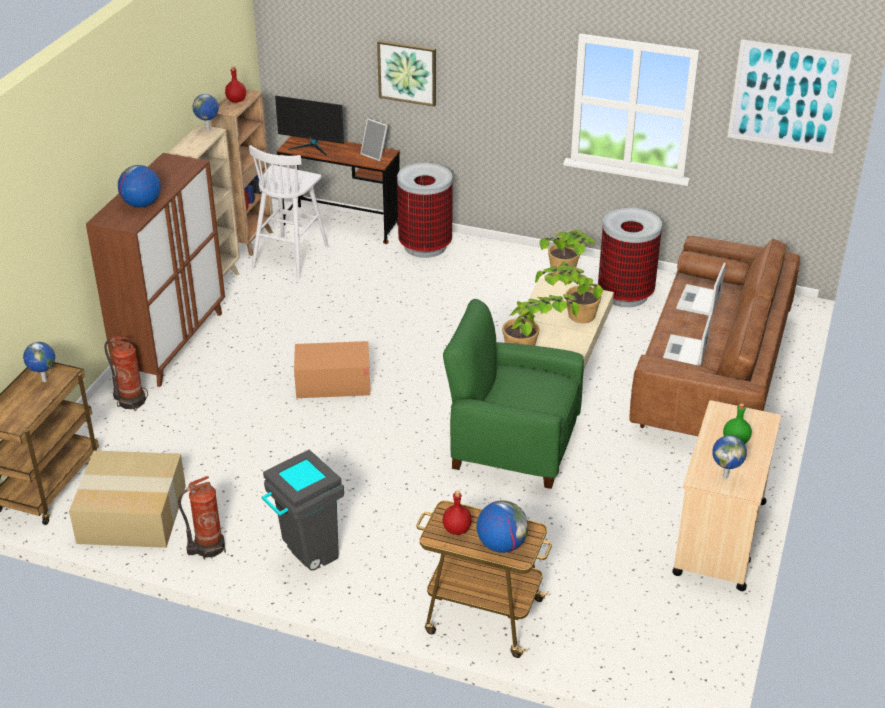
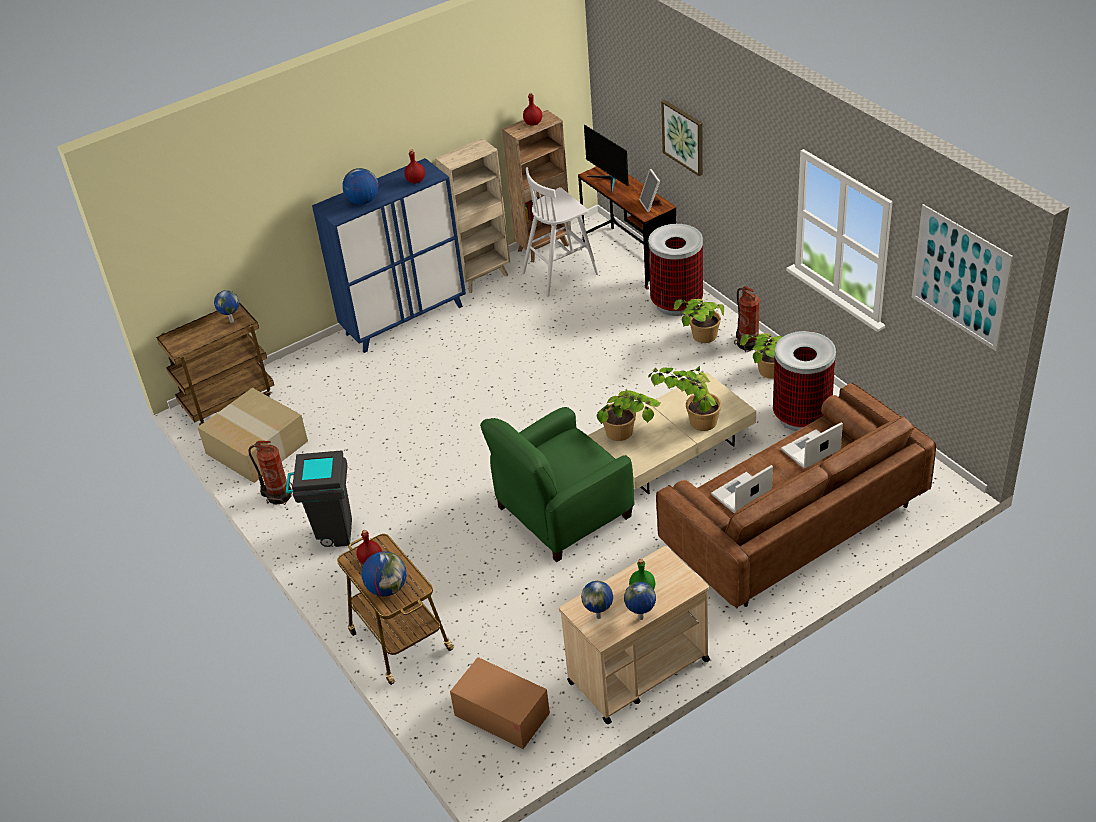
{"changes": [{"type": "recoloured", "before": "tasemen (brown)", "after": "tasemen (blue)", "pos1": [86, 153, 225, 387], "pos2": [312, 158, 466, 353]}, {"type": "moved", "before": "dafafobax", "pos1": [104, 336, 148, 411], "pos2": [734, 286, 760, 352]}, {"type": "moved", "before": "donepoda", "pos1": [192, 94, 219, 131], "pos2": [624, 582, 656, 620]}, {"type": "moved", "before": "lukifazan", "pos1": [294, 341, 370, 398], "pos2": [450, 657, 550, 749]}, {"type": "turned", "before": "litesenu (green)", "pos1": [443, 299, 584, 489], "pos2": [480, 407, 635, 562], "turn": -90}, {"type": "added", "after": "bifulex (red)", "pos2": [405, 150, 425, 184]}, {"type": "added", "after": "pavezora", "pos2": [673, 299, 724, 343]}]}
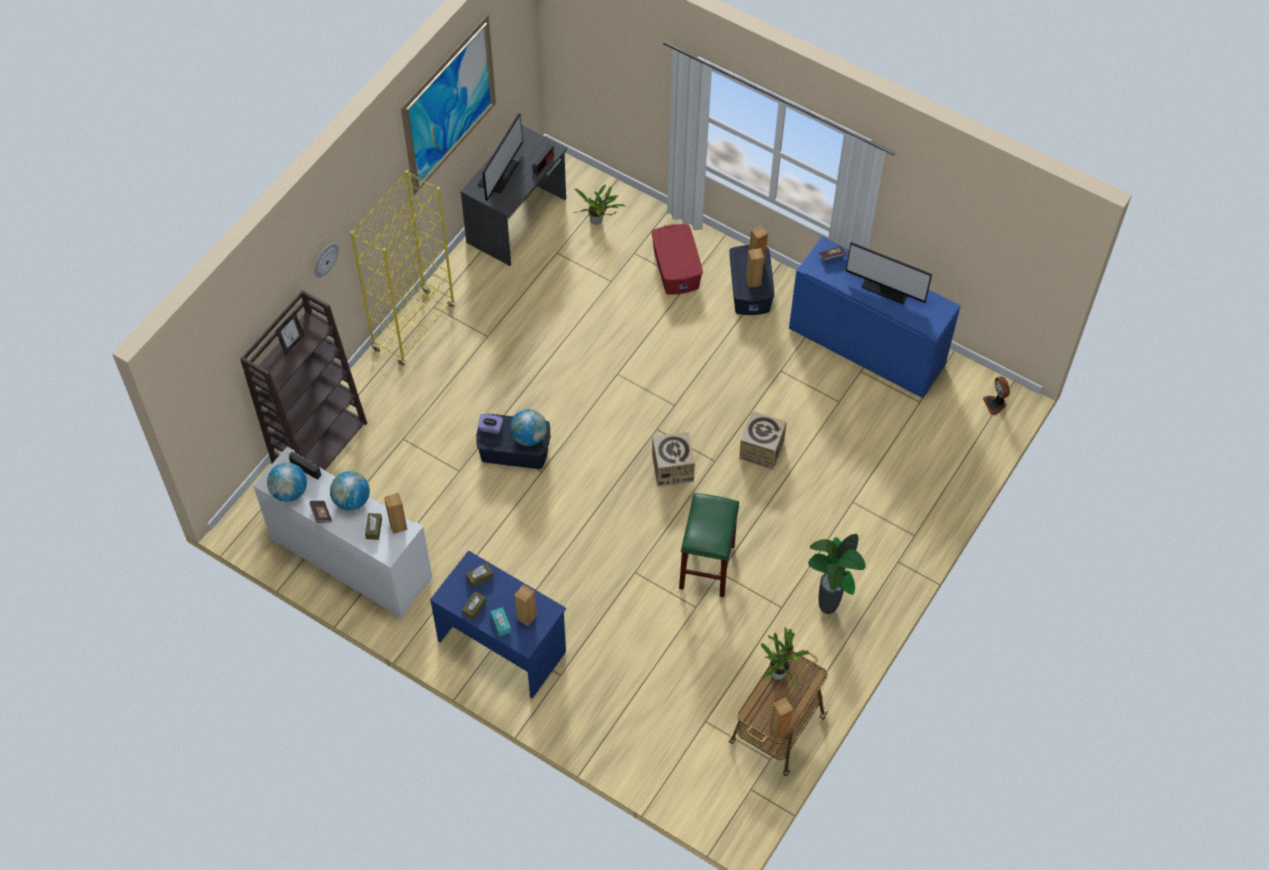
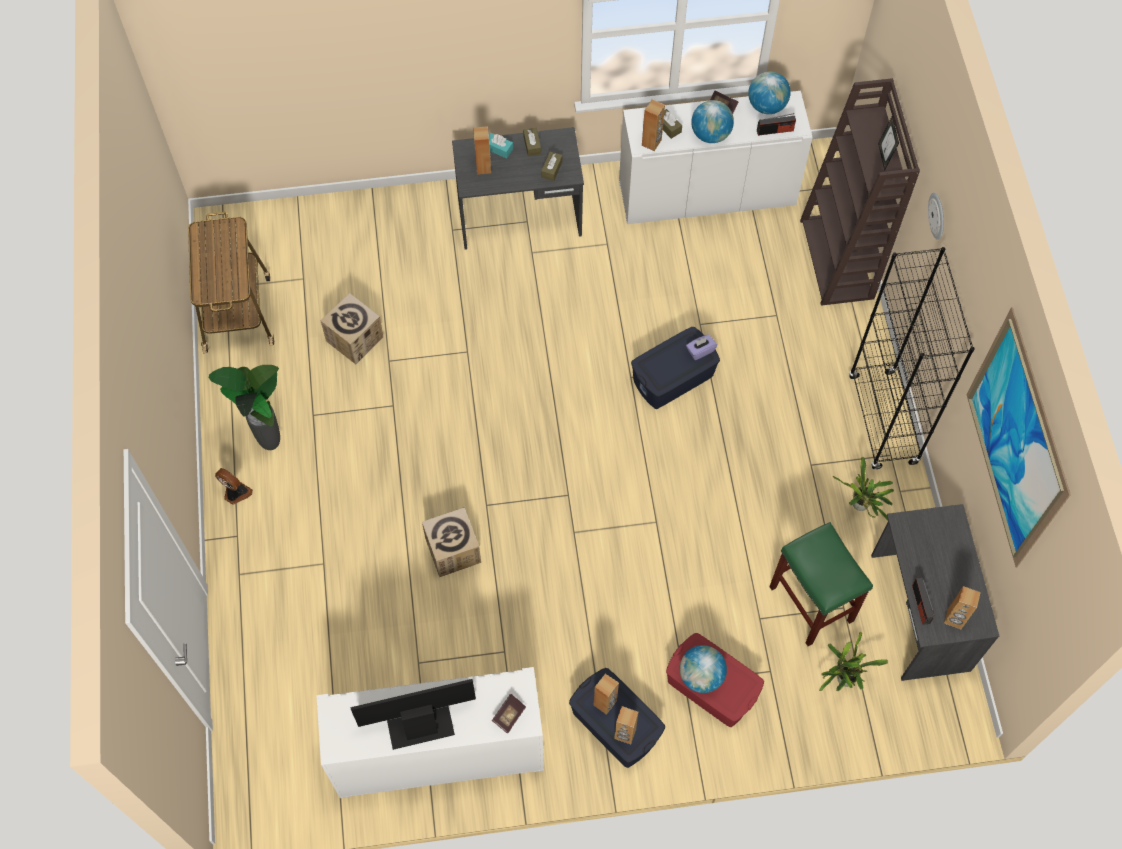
{"changes": [{"type": "recoloured", "before": "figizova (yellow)", "after": "figizova (black)", "pos1": [350, 170, 455, 366], "pos2": [849, 247, 975, 470]}, {"type": "recoloured", "before": "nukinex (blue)", "after": "nukinex (grey)", "pos1": [430, 550, 566, 698], "pos2": [452, 127, 584, 250]}, {"type": "removed", "before": "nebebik", "pos1": [478, 113, 523, 201]}, {"type": "moved", "before": "donepoda", "pos1": [510, 409, 547, 446], "pos2": [680, 645, 727, 693]}, {"type": "moved", "before": "lukifazan", "pos1": [652, 432, 695, 487], "pos2": [320, 293, 383, 364]}, {"type": "moved", "before": "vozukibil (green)", "pos1": [679, 493, 739, 597], "pos2": [769, 522, 873, 646]}, {"type": "moved", "before": "pavezora", "pos1": [761, 627, 809, 687], "pos2": [833, 457, 894, 520]}, {"type": "moved", "before": "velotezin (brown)", "pos1": [769, 697, 793, 738], "pos2": [944, 586, 981, 629]}, {"type": "recoloured", "before": "tasemen (blue)", "after": "tasemen (white)", "pos1": [789, 236, 961, 398], "pos2": [316, 667, 544, 798]}, {"type": "moved", "before": "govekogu", "pos1": [983, 376, 1010, 415], "pos2": [215, 468, 253, 505]}]}
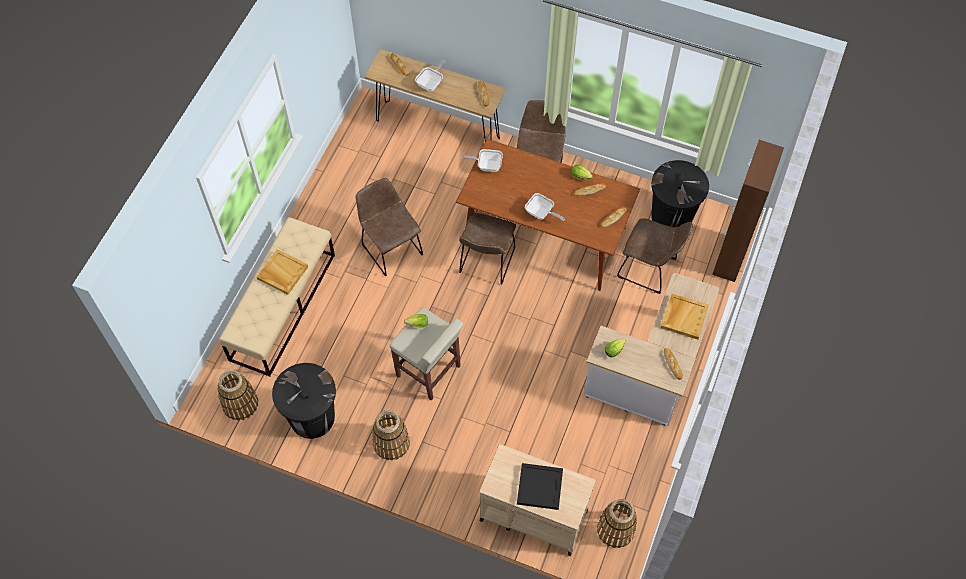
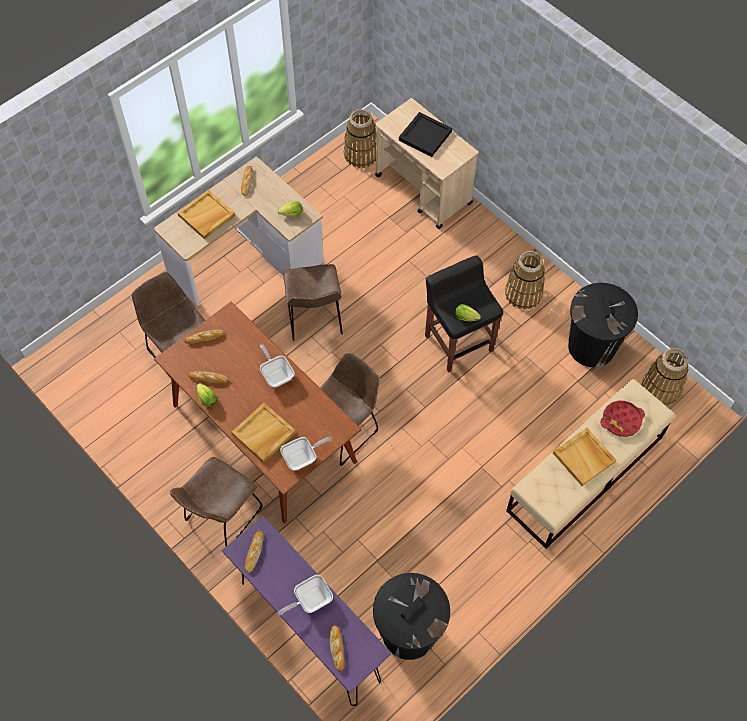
{"changes": [{"type": "moved", "before": "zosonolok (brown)", "pos1": [355, 178, 423, 277], "pos2": [283, 264, 343, 341]}, {"type": "recoloured", "before": "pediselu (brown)", "after": "pediselu (purple)", "pos1": [365, 49, 506, 141], "pos2": [222, 516, 392, 706]}, {"type": "recoloured", "before": "vozukibil (beige)", "after": "vozukibil (black)", "pos1": [390, 307, 463, 401], "pos2": [425, 255, 503, 373]}, {"type": "turned", "before": "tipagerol", "pos1": [461, 149, 503, 172], "pos2": [280, 436, 332, 471], "turn": -60}, {"type": "moved", "before": "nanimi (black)", "pos1": [651, 160, 709, 227], "pos2": [373, 573, 450, 660]}, {"type": "removed", "before": "tasemen (brown)", "pos1": [712, 140, 784, 282]}, {"type": "added", "after": "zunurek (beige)", "pos2": [232, 403, 296, 463]}, {"type": "added", "after": "zunurek (red)", "pos2": [600, 400, 645, 437]}]}
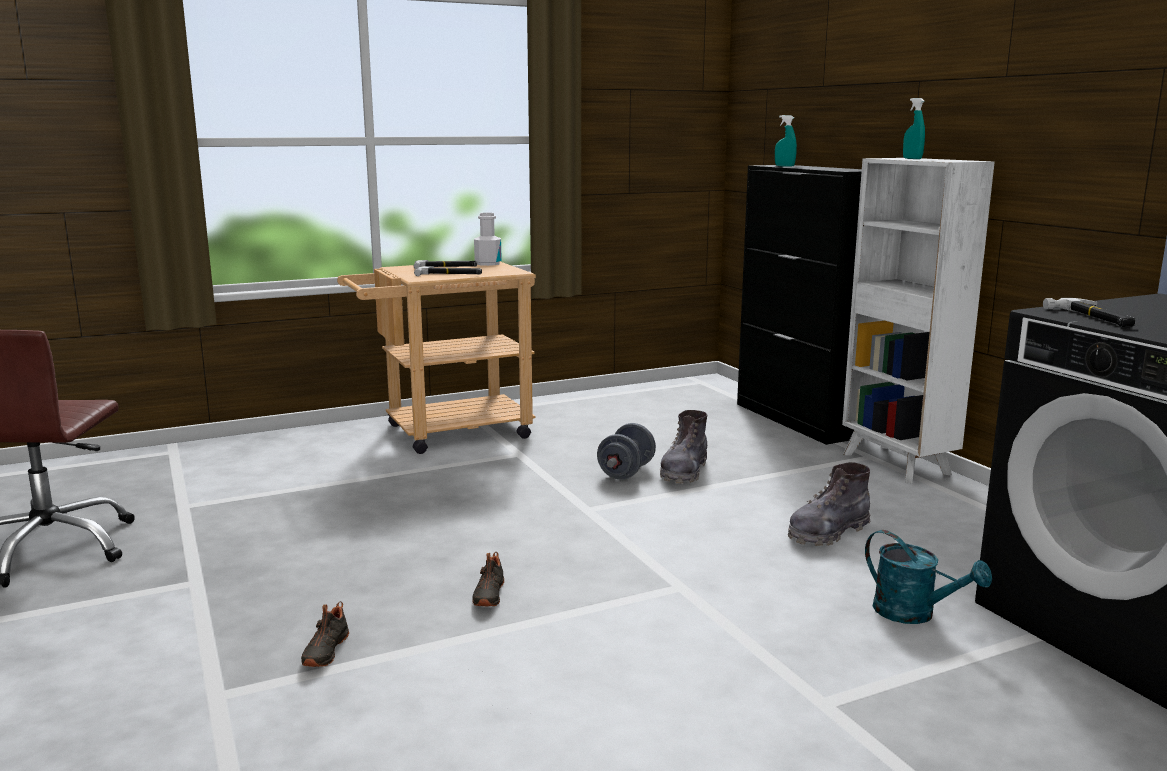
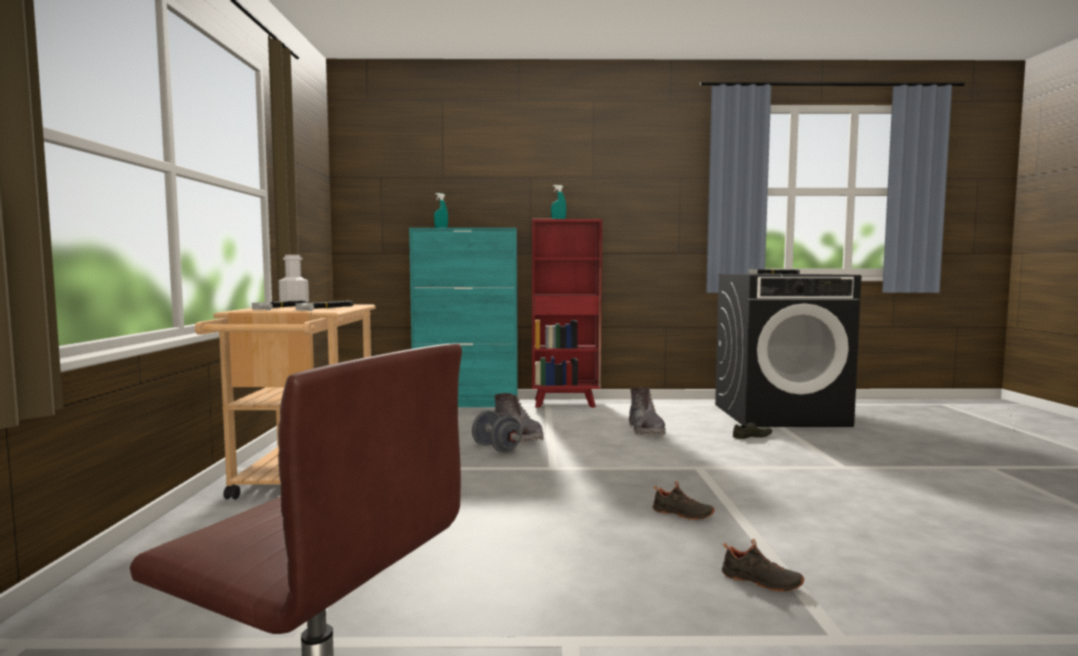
{"changes": [{"type": "recoloured", "before": "tasemen (black)", "after": "tasemen (turquoise)", "pos1": [737, 165, 862, 445], "pos2": [409, 228, 518, 407]}, {"type": "recoloured", "before": "figizova (white)", "after": "figizova (red)", "pos1": [842, 158, 995, 484], "pos2": [532, 219, 602, 408]}, {"type": "replaced", "before": "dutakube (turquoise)", "after": "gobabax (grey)", "pos1": [865, 530, 992, 624], "pos2": [733, 423, 772, 439]}]}
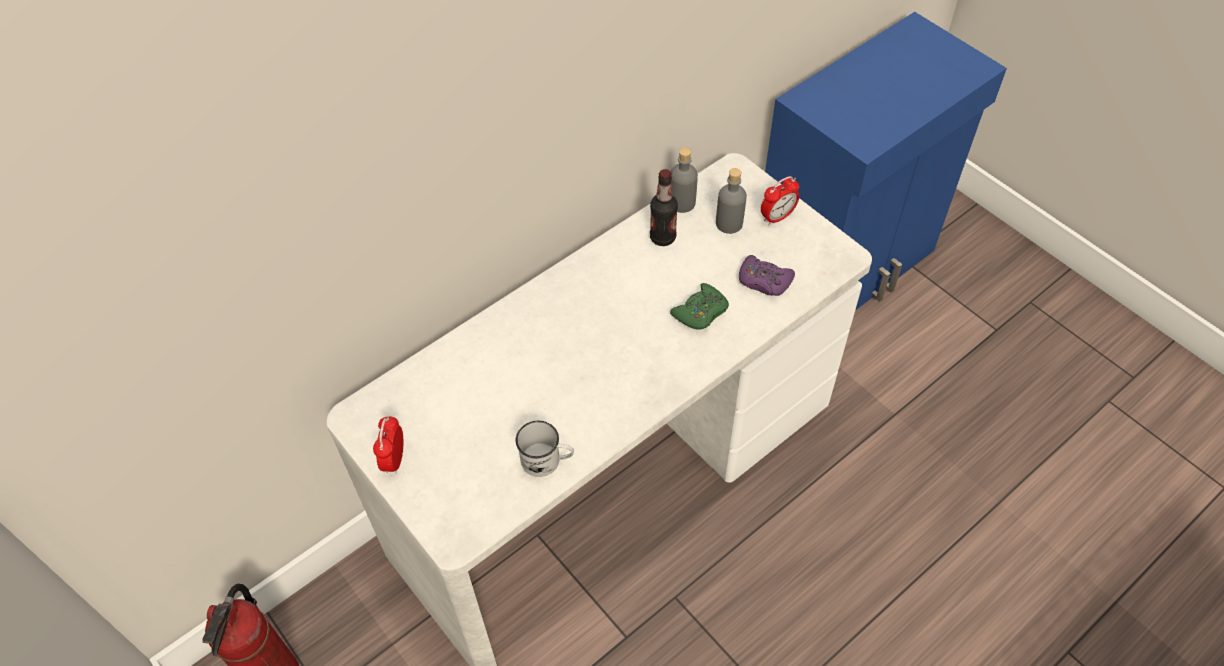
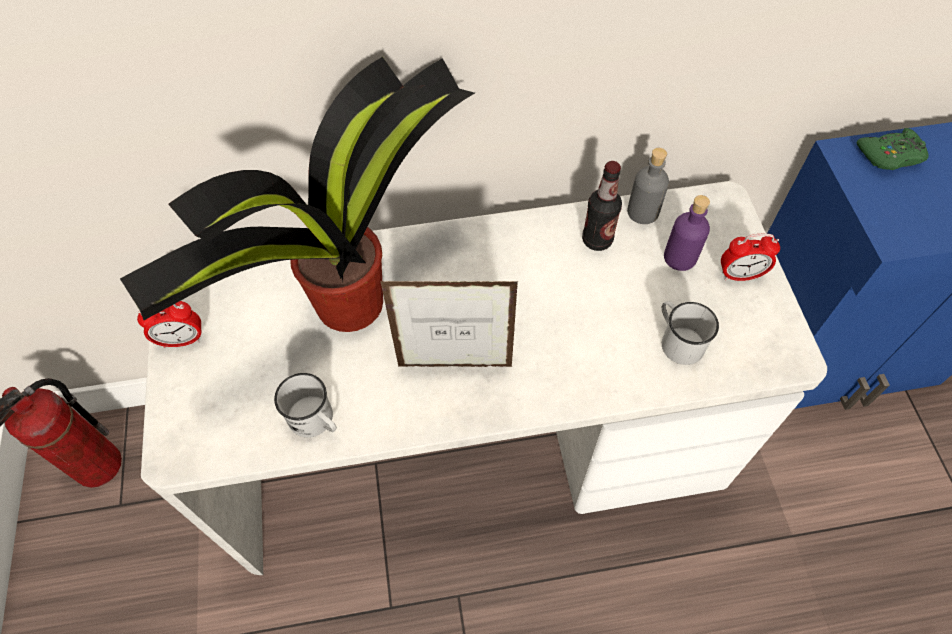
{"changes": [{"type": "turned", "before": "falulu", "pos1": [373, 416, 403, 474], "pos2": [137, 301, 201, 348], "turn": -135}, {"type": "moved", "before": "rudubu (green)", "pos1": [670, 283, 729, 330], "pos2": [857, 128, 929, 170]}, {"type": "recoloured", "before": "bifulex (grey)", "after": "bifulex (purple)", "pos1": [716, 168, 747, 234], "pos2": [664, 195, 710, 271]}, {"type": "replaced", "before": "rudubu (purple)", "after": "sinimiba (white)", "pos1": [739, 255, 795, 296], "pos2": [662, 301, 719, 365]}, {"type": "added", "after": "pavezora", "pos2": [120, 57, 475, 332]}, {"type": "added", "after": "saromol", "pos2": [380, 281, 518, 367]}]}
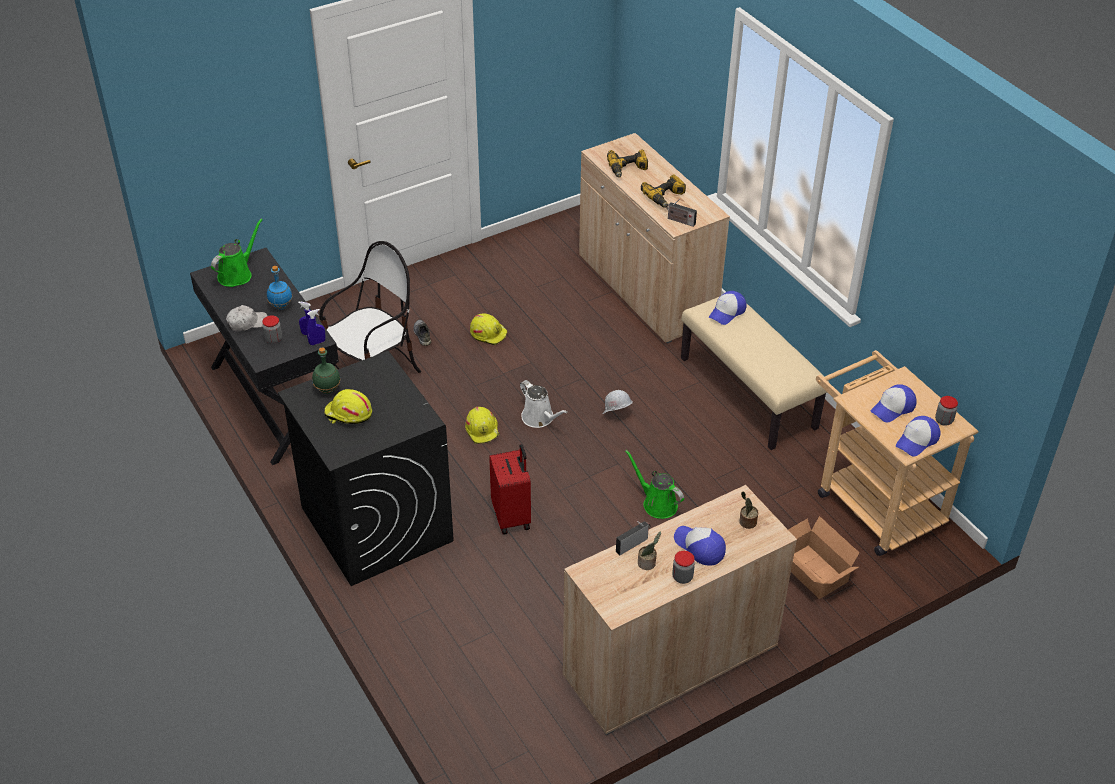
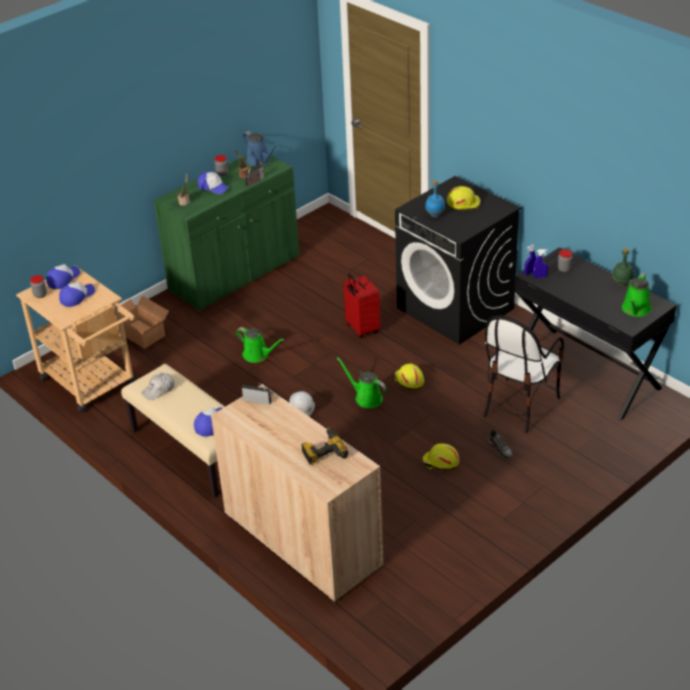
{"changes": [{"type": "moved", "before": "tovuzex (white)", "pos1": [226, 305, 268, 331], "pos2": [141, 373, 174, 400]}, {"type": "moved", "before": "bifulex (blue)", "pos1": [267, 266, 293, 310], "pos2": [425, 180, 445, 217]}, {"type": "moved", "before": "bifulex (green)", "pos1": [312, 347, 340, 394], "pos2": [612, 248, 634, 286]}, {"type": "recoloured", "before": "dutakube (white)", "after": "dutakube (green)", "pos1": [520, 380, 568, 428], "pos2": [337, 357, 386, 408]}, {"type": "recoloured", "before": "tasemen (beige)", "after": "tasemen (green)", "pos1": [563, 485, 797, 735], "pos2": [154, 155, 300, 311]}, {"type": "removed", "before": "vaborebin", "pos1": [641, 174, 686, 208]}, {"type": "added", "after": "dutakube (blue)", "pos2": [243, 131, 279, 166]}]}
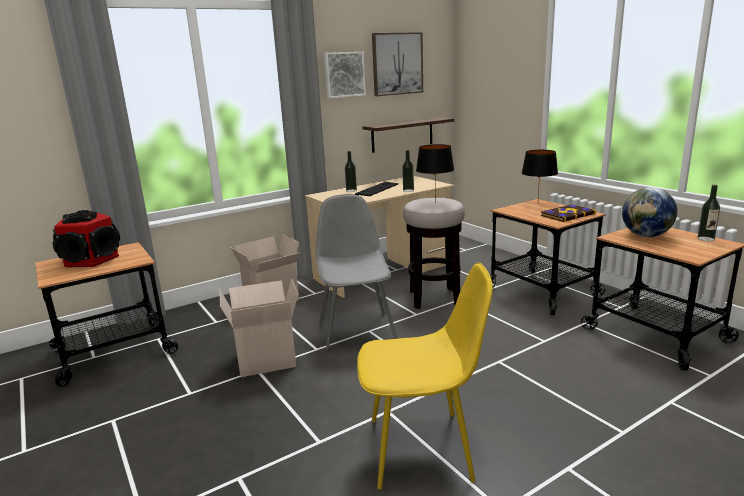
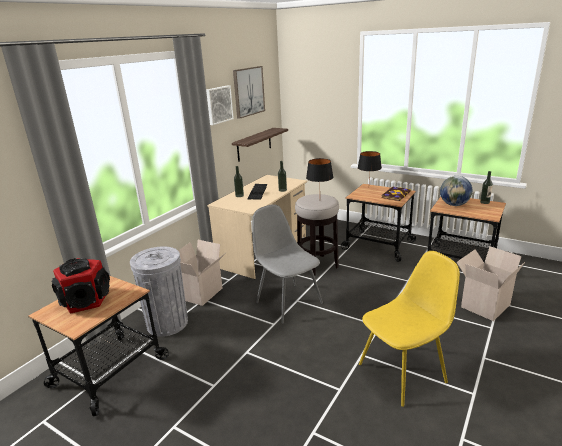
{"changes": [{"type": "moved", "before": "lukifazan", "pos1": [219, 278, 298, 377], "pos2": [457, 246, 525, 321]}, {"type": "added", "after": "nanimi (grey)", "pos2": [130, 246, 188, 337]}]}
